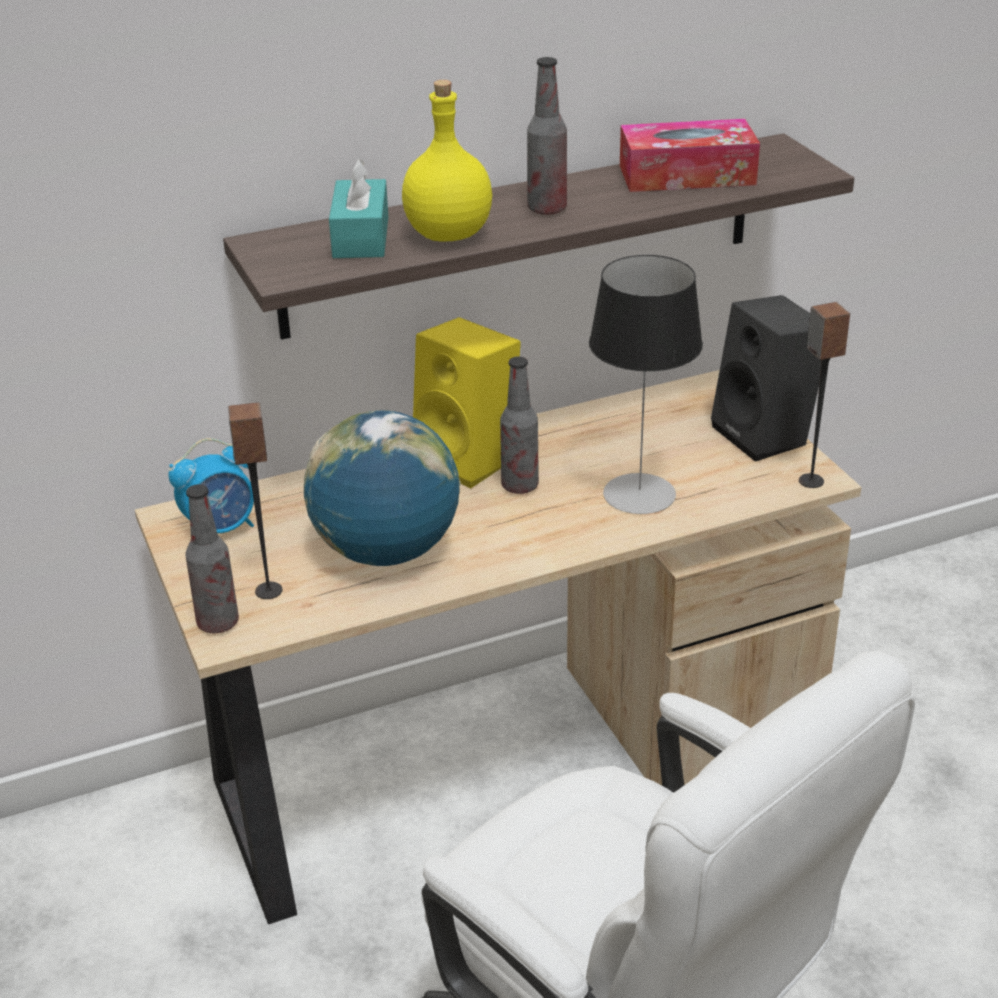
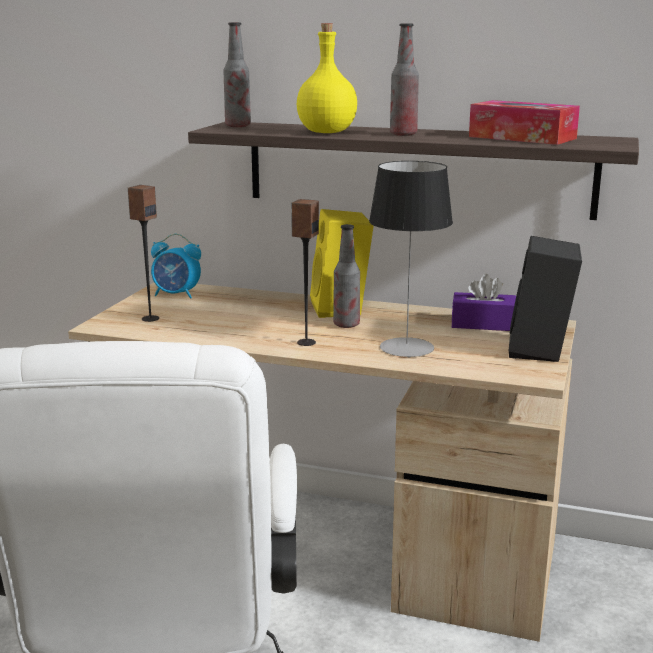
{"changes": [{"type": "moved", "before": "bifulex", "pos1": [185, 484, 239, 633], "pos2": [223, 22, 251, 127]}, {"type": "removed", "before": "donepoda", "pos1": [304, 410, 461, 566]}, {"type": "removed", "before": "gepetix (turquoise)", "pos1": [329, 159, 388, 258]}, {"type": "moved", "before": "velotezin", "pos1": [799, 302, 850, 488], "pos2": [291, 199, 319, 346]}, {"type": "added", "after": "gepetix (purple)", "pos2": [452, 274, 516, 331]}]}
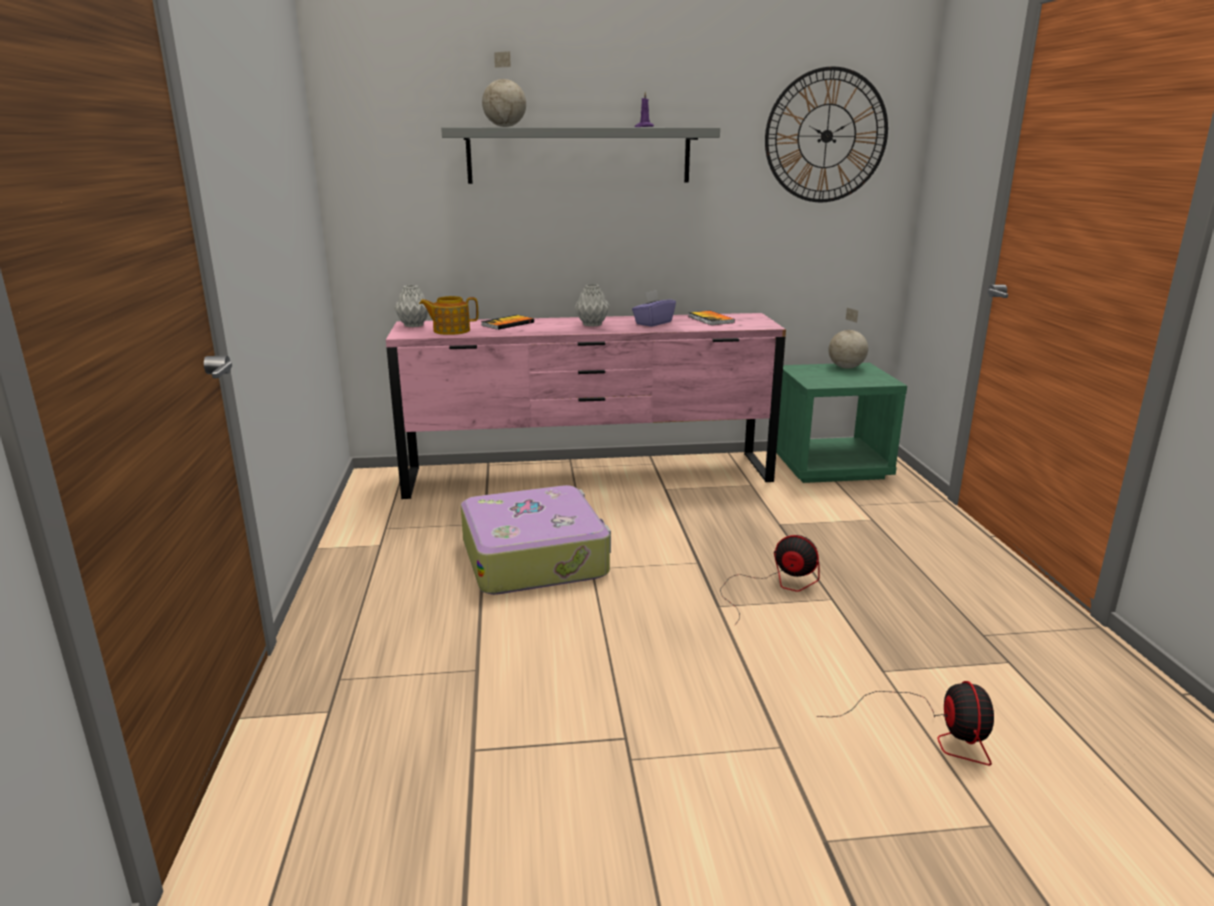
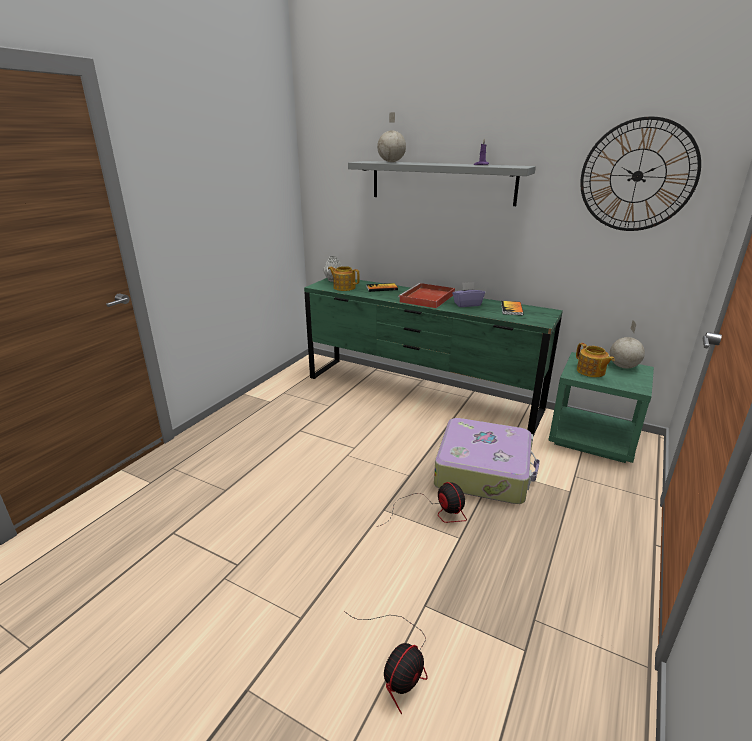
{"changes": [{"type": "recoloured", "before": "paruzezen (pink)", "after": "paruzezen (green)", "pos1": [386, 313, 786, 499], "pos2": [304, 278, 563, 437]}, {"type": "moved", "before": "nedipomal", "pos1": [461, 485, 611, 595], "pos2": [434, 418, 540, 504]}, {"type": "replaced", "before": "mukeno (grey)", "after": "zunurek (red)", "pos1": [575, 284, 610, 327], "pos2": [398, 283, 455, 308]}, {"type": "added", "after": "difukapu", "pos2": [576, 343, 615, 377]}]}
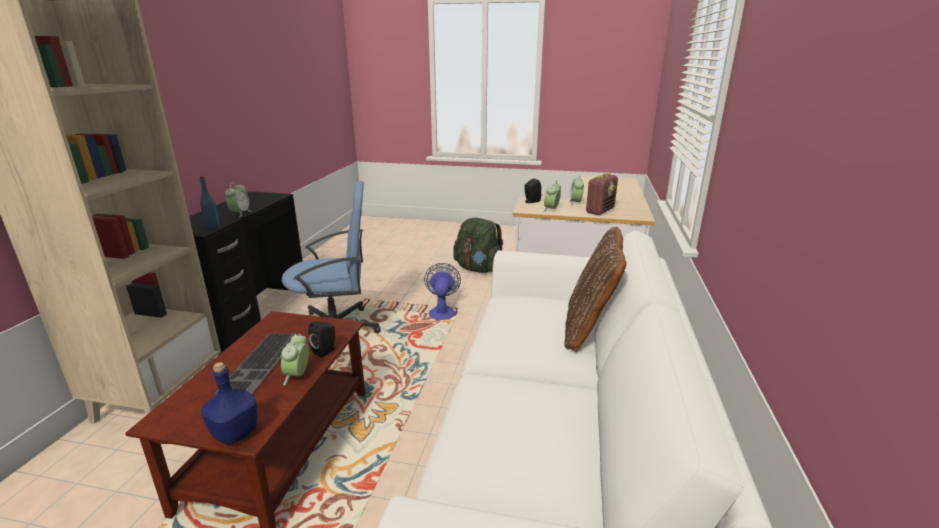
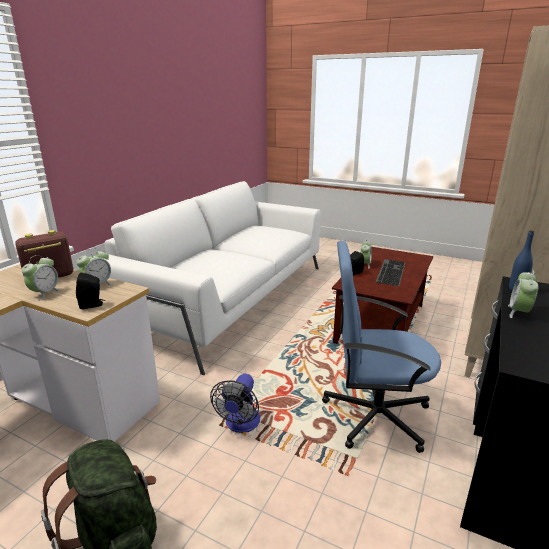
{"changes": [{"type": "removed", "before": "bifulex (blue)", "pos1": [201, 362, 257, 445]}, {"type": "removed", "before": "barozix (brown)", "pos1": [564, 227, 627, 352]}]}
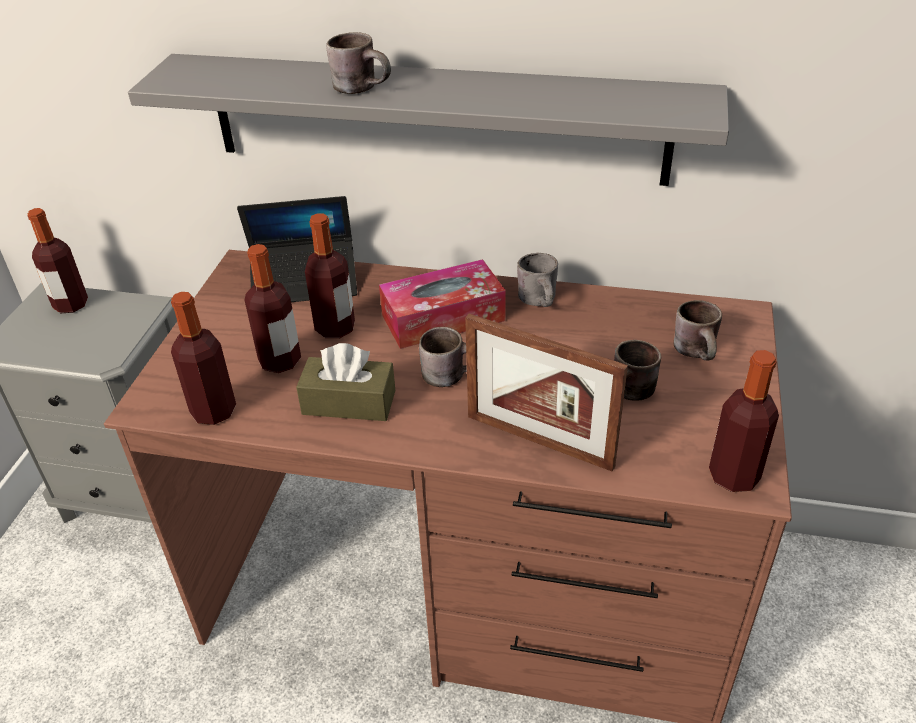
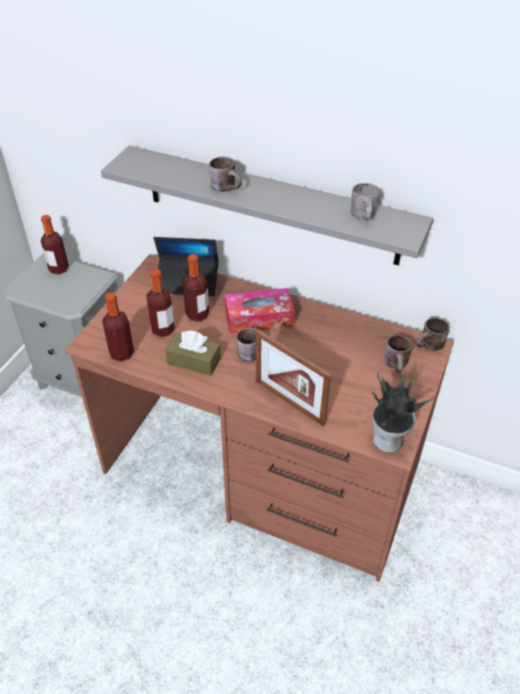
{"changes": [{"type": "moved", "before": "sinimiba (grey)", "pos1": [517, 253, 558, 307], "pos2": [351, 183, 380, 220]}, {"type": "moved", "before": "sinimiba (brown)", "pos1": [614, 340, 661, 401], "pos2": [416, 318, 449, 351]}, {"type": "replaced", "before": "bifulex", "after": "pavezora", "pos1": [709, 350, 779, 492], "pos2": [372, 371, 434, 453]}]}
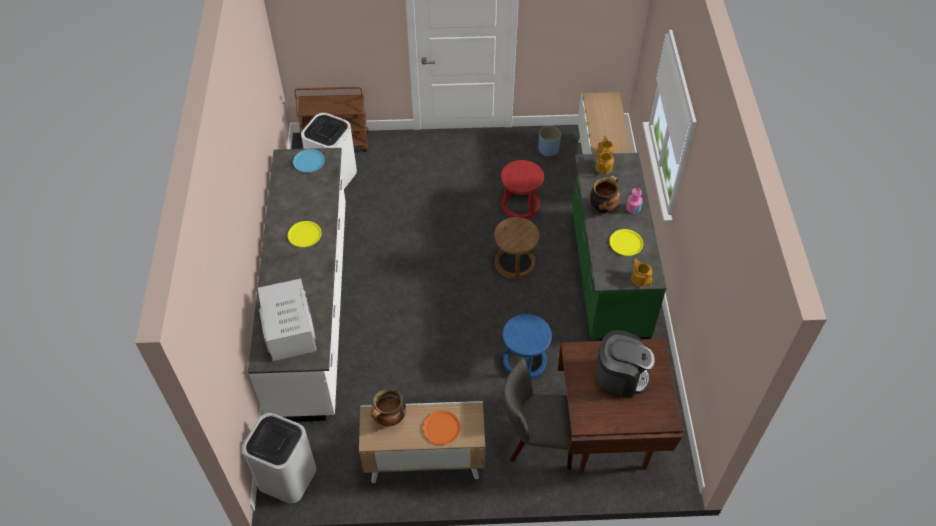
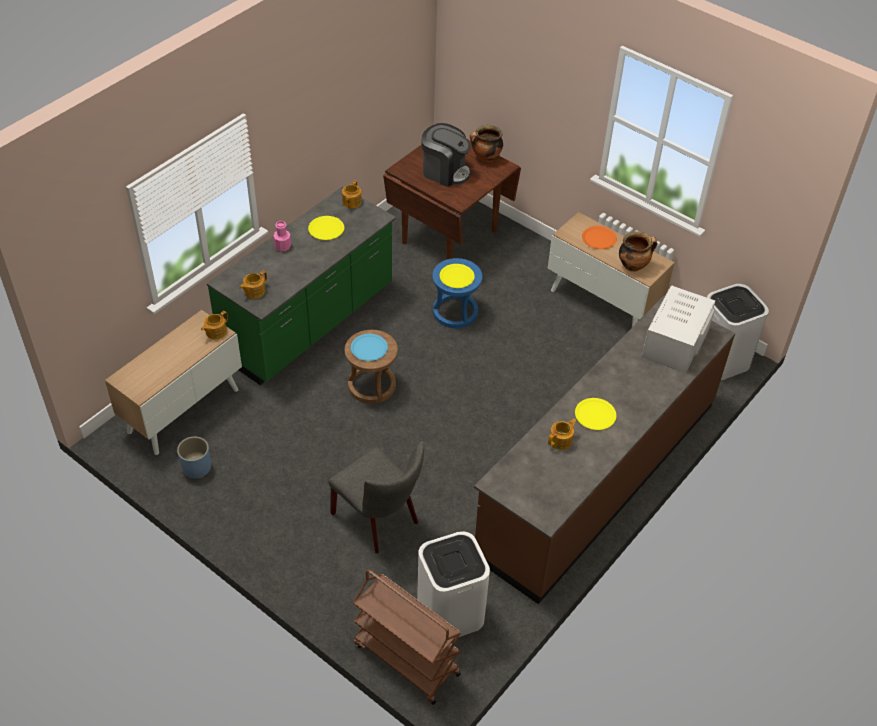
{"changes": [{"type": "recoloured", "before": "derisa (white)", "after": "derisa (brown)", "pos1": [248, 148, 346, 422], "pos2": [474, 295, 735, 604]}, {"type": "moved", "before": "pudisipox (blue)", "pos1": [293, 149, 325, 173], "pos2": [351, 334, 388, 361]}, {"type": "removed", "before": "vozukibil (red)", "pos1": [501, 160, 544, 219]}, {"type": "moved", "before": "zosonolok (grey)", "pos1": [503, 358, 573, 470], "pos2": [328, 441, 424, 553]}, {"type": "moved", "before": "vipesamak", "pos1": [589, 175, 620, 214], "pos2": [470, 125, 503, 162]}, {"type": "turned", "before": "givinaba", "pos1": [596, 330, 655, 398], "pos2": [422, 123, 471, 187], "turn": 150}, {"type": "added", "after": "pudisipox (yellow)", "pos2": [440, 264, 475, 288]}, {"type": "added", "after": "difukapu", "pos2": [548, 419, 577, 450]}]}
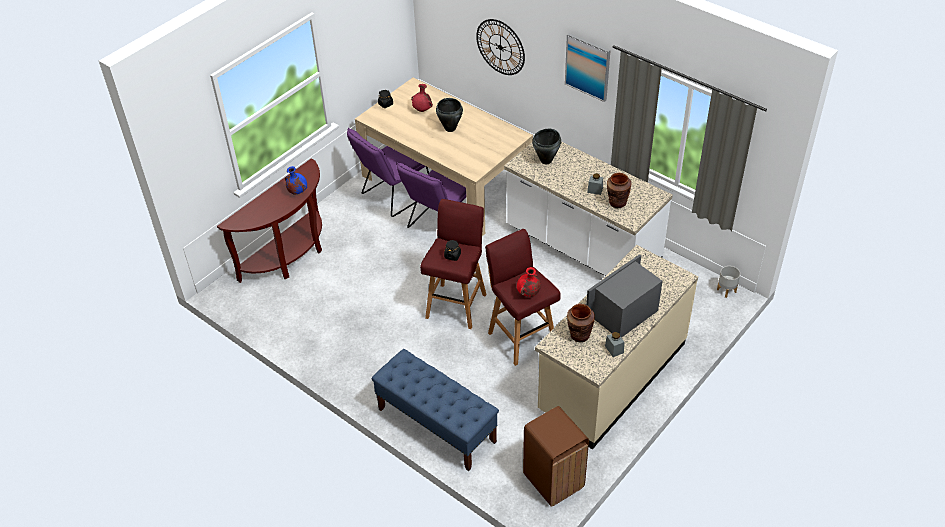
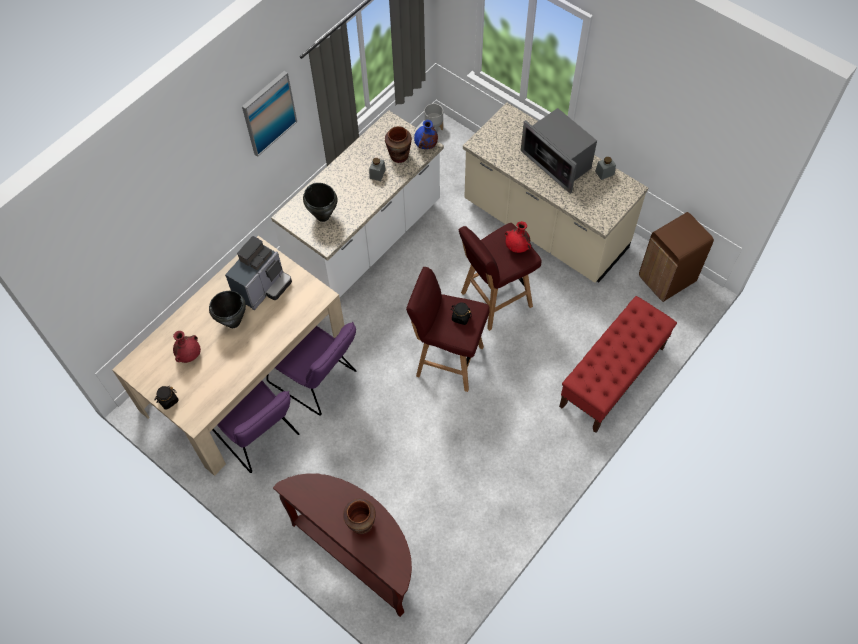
{"changes": [{"type": "moved", "before": "mukeno (blue)", "pos1": [285, 166, 307, 194], "pos2": [414, 120, 438, 150]}, {"type": "recoloured", "before": "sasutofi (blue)", "after": "sasutofi (red)", "pos1": [372, 349, 499, 471], "pos2": [559, 296, 677, 433]}, {"type": "removed", "before": "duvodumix", "pos1": [476, 19, 525, 75]}, {"type": "moved", "before": "mukeno (brown)", "pos1": [567, 304, 595, 342], "pos2": [343, 499, 376, 535]}, {"type": "added", "after": "givinaba", "pos2": [225, 236, 292, 310]}]}
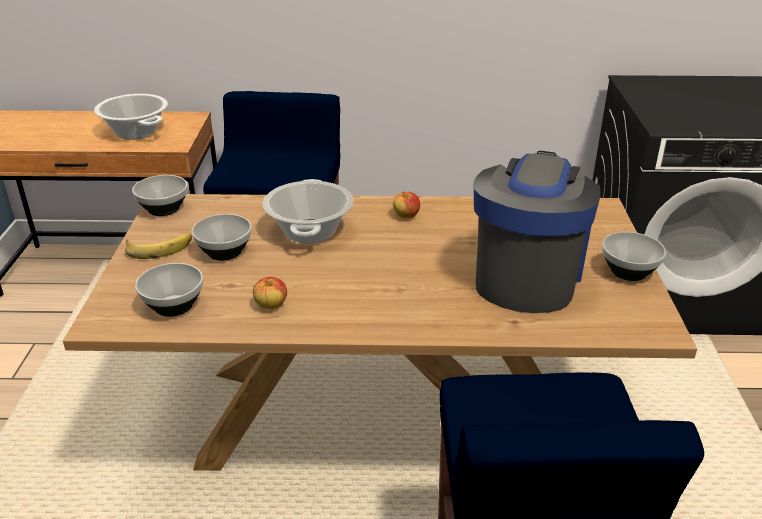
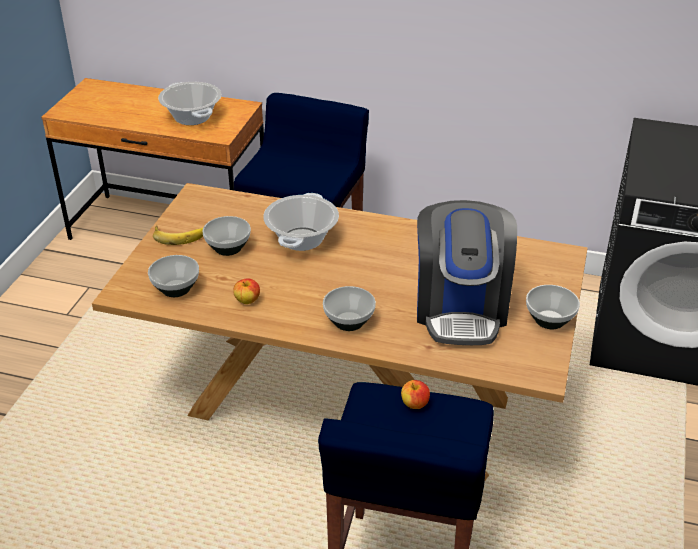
{"changes": [{"type": "moved", "before": "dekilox", "pos1": [132, 175, 188, 216], "pos2": [323, 286, 376, 331]}, {"type": "moved", "before": "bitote", "pos1": [393, 192, 420, 218], "pos2": [401, 380, 430, 409]}, {"type": "turned", "before": "givinaba", "pos1": [473, 151, 601, 313], "pos2": [417, 200, 517, 345], "turn": 150}]}
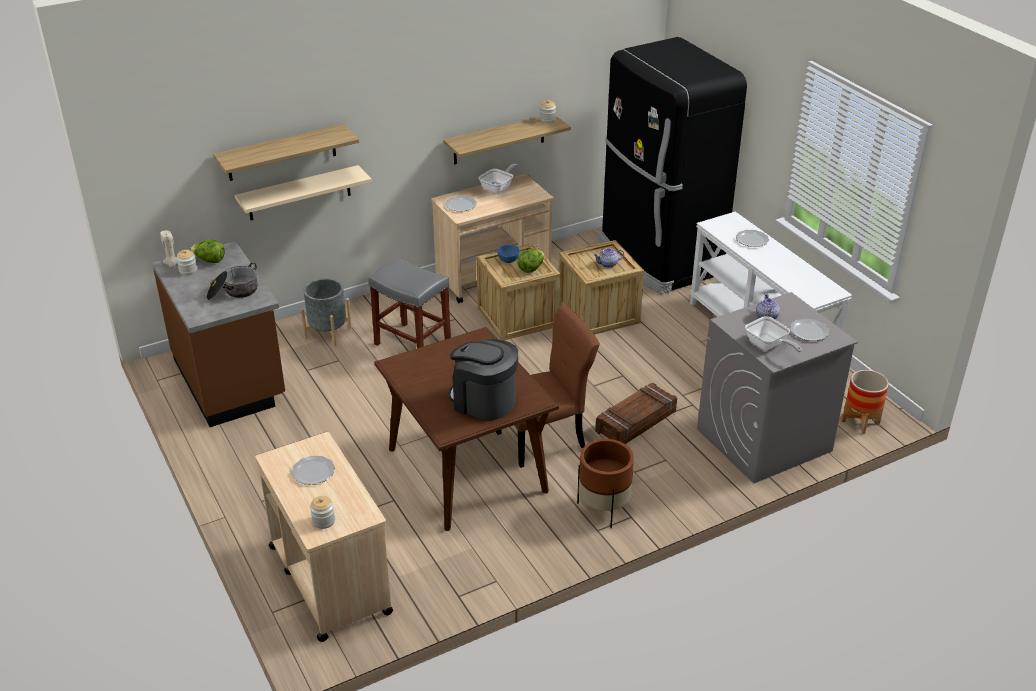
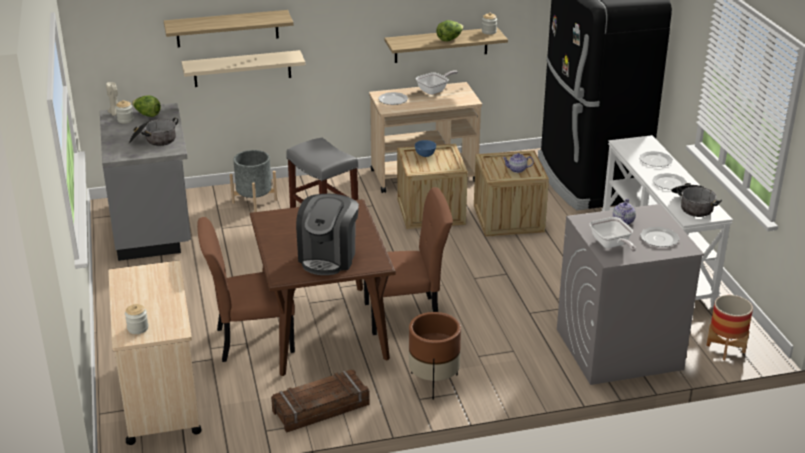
{"changes": [{"type": "recoloured", "before": "derisa (brown)", "after": "derisa (grey)", "pos1": [152, 241, 285, 427], "pos2": [100, 103, 191, 261]}, {"type": "moved", "before": "pudisipox", "pos1": [291, 456, 335, 485], "pos2": [652, 173, 687, 190]}, {"type": "turned", "before": "givinaba", "pos1": [449, 339, 518, 420], "pos2": [296, 194, 359, 275], "turn": -120}, {"type": "moved", "before": "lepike", "pos1": [517, 249, 544, 273], "pos2": [436, 20, 464, 41]}, {"type": "moved", "before": "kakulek", "pos1": [595, 383, 677, 444], "pos2": [271, 369, 370, 433]}, {"type": "added", "after": "zosonolok (brown)", "pos2": [197, 217, 295, 362]}, {"type": "added", "after": "vipesamak", "pos2": [671, 183, 722, 217]}]}
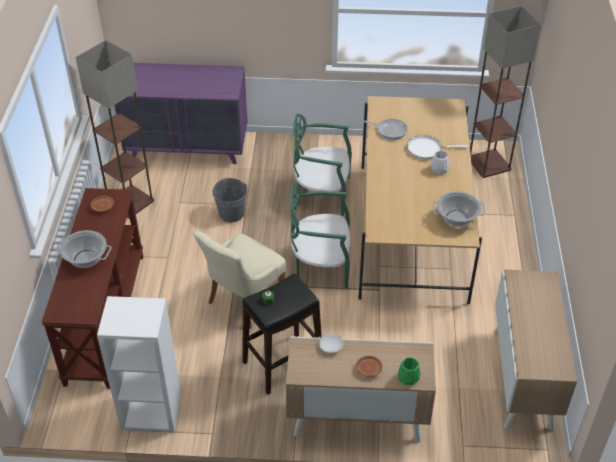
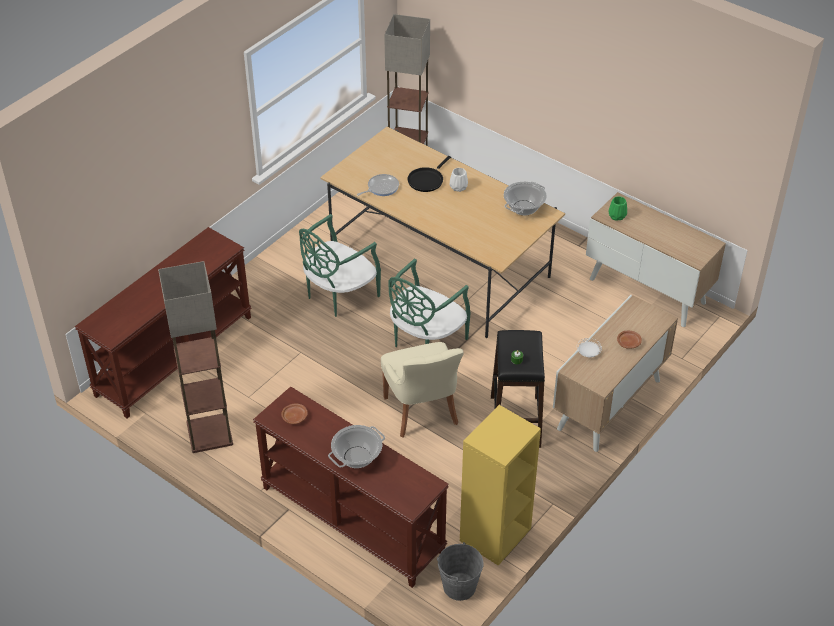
{"changes": [{"type": "recoloured", "before": "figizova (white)", "after": "figizova (yellow)", "pos1": [97, 296, 181, 432], "pos2": [460, 405, 541, 565]}, {"type": "replaced", "before": "paruzezen (purple)", "after": "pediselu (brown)", "pos1": [114, 63, 247, 164], "pos2": [75, 227, 252, 418]}, {"type": "moved", "before": "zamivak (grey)", "pos1": [213, 178, 247, 222], "pos2": [437, 542, 484, 601]}, {"type": "moved", "before": "mukeno (green)", "pos1": [398, 358, 420, 385], "pos2": [608, 196, 627, 221]}, {"type": "recoloured", "before": "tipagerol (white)", "after": "tipagerol (black)", "pos1": [407, 135, 468, 159], "pos2": [408, 156, 451, 192]}]}
